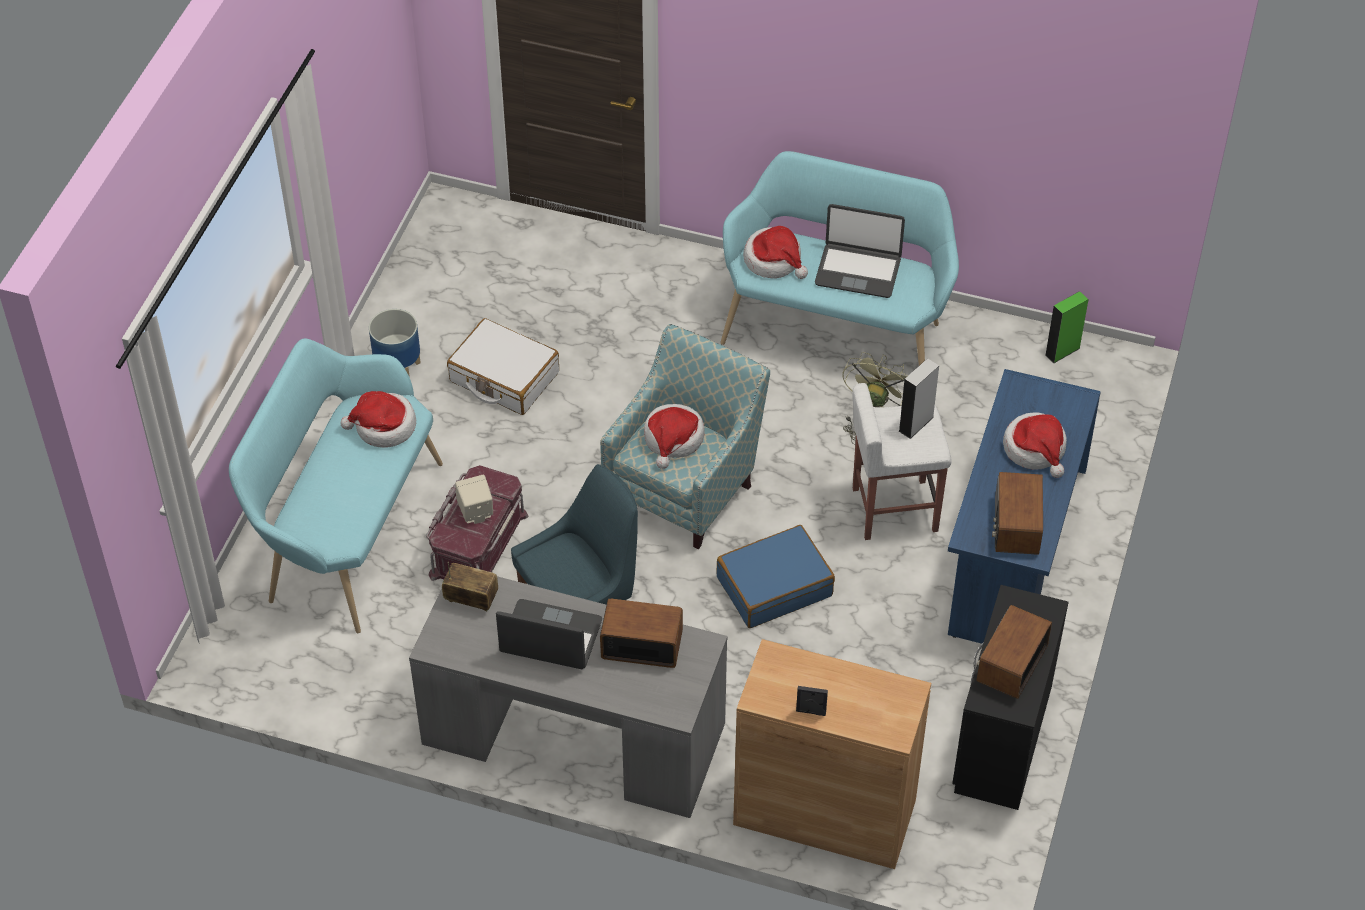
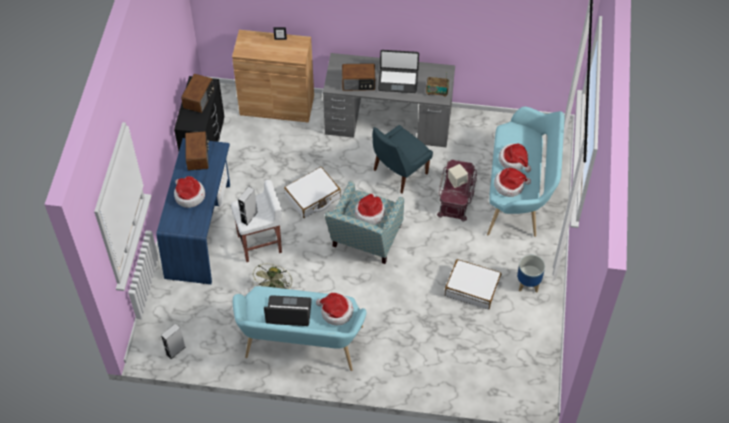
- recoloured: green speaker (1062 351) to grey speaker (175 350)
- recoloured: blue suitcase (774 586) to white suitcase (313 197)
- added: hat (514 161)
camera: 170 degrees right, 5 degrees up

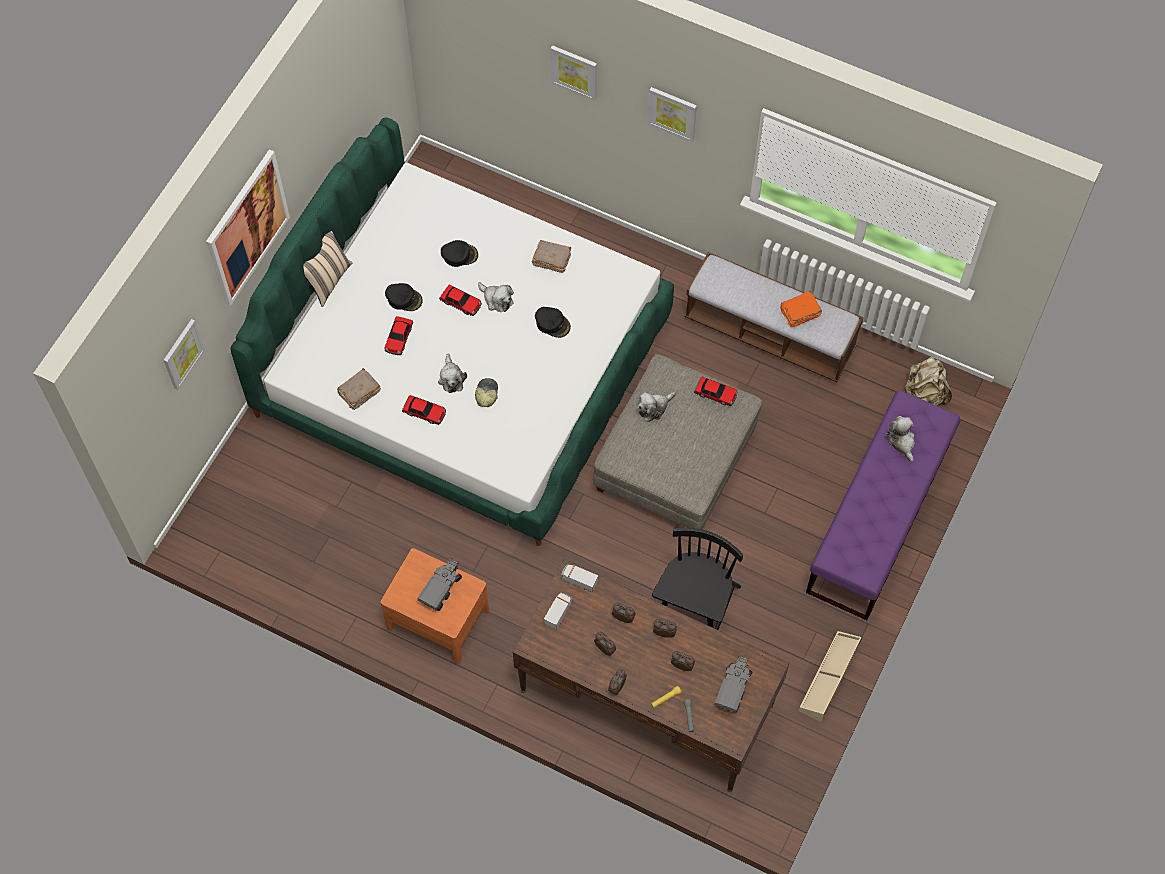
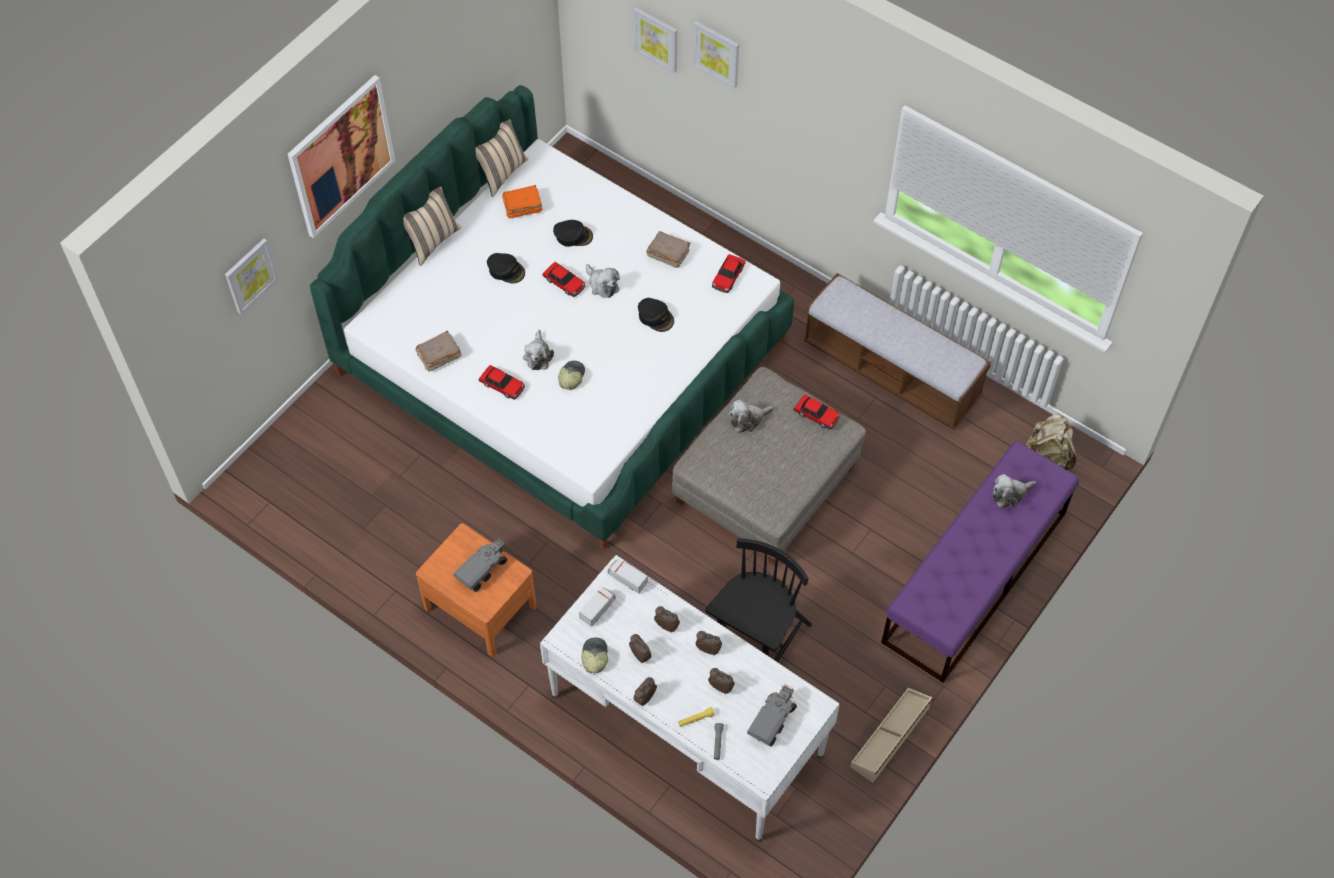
- moved: picture (672 113) to (656 39)
- moved: orange book (799 313) to (522 207)
- moved: toy car (399 338) to (728 277)
- turned: plush toy (901 441) = (1010 494) 105 degrees counterclockwise
- recoloured: brown desk (646 698) to white desk (686 726)
- added: beige pillow (501 173)
- added: cap (594 657)
camera: 10 degrees right, 5 degrees down

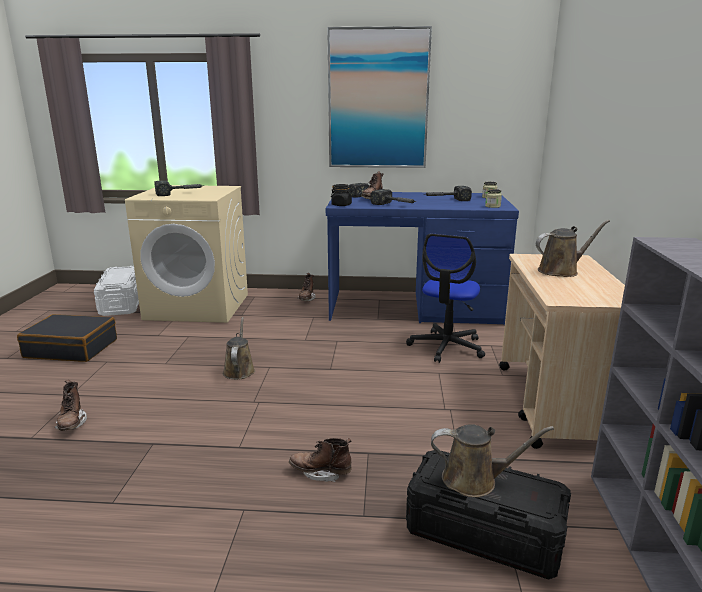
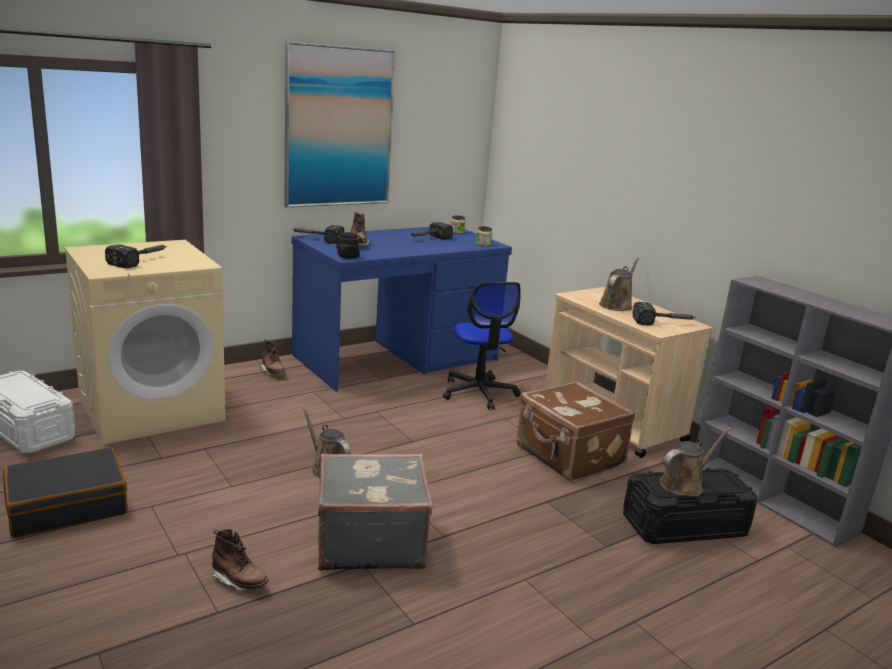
- moved: hammer (395 205) to (664 322)
- removed: brown boot (320 473)
- added: brown suitcase (568 457)
- added: grey suitcase (369 541)
camera: 40 degrees left, 0 degrees up

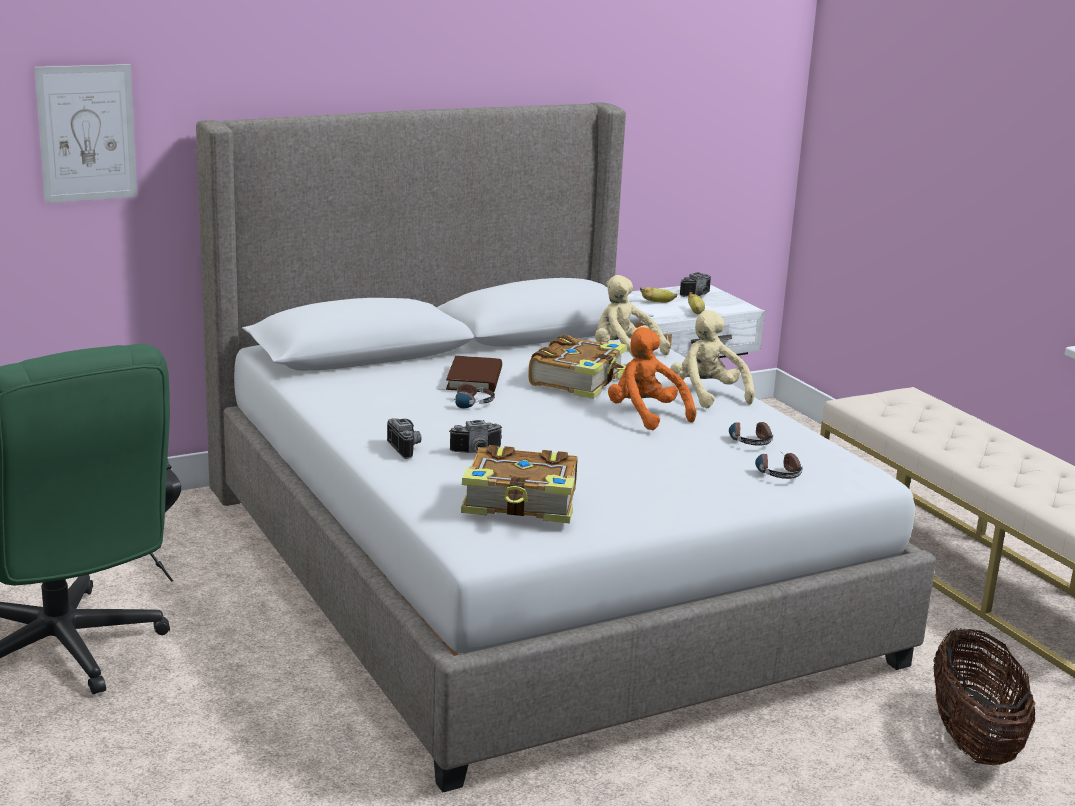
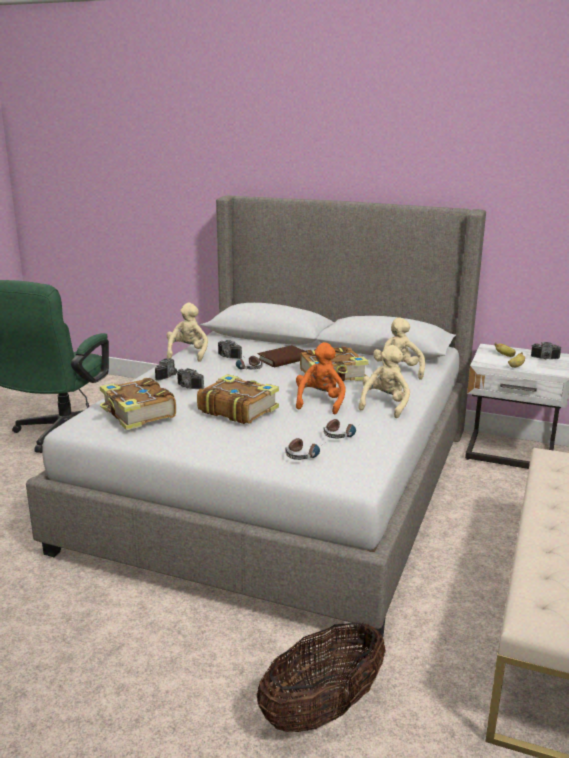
- removed: picture (87 133)
- added: beige plush toy (188 353)
- added: photo camera (227 357)
- added: book (237 409)
camera: 50 degrees right, 0 degrees up

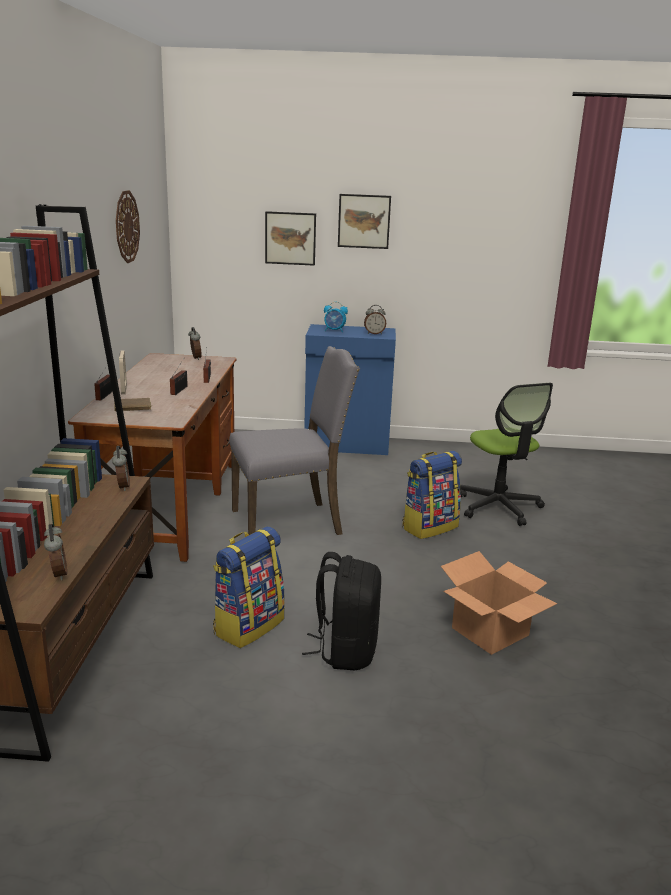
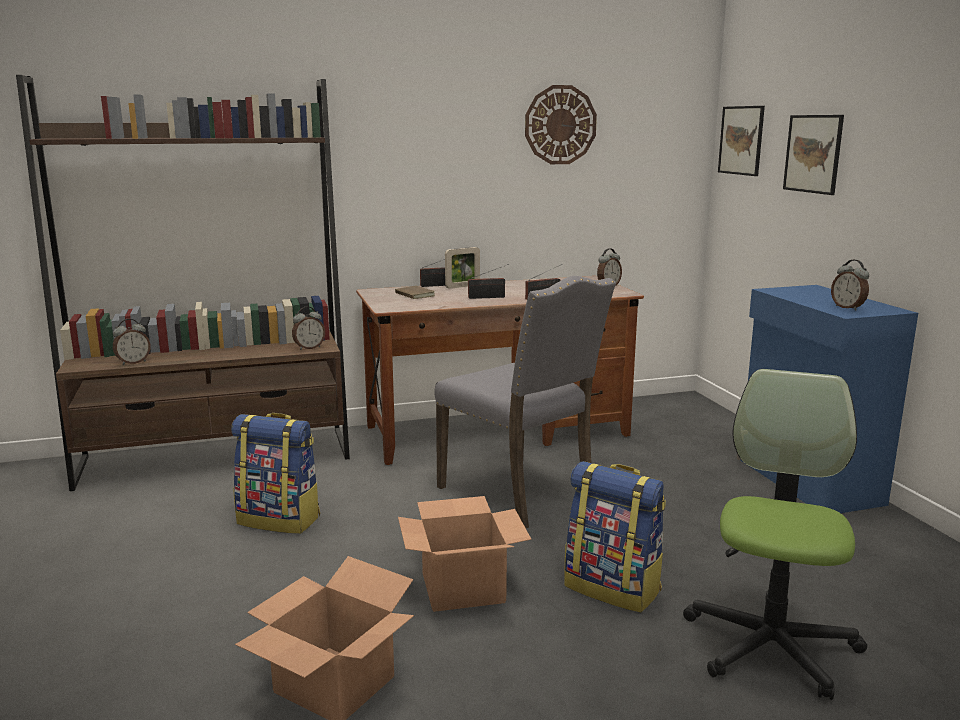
- moved: picture (364 221) to (741 140)
- removed: alarm clock (334 331)
- turned: office chair (499 507) = (771 646) 150 degrees clockwise
- removed: black backpack (345 650)
- added: cardboard box (462 588)
camera: 70 degrees right, 5 degrees down

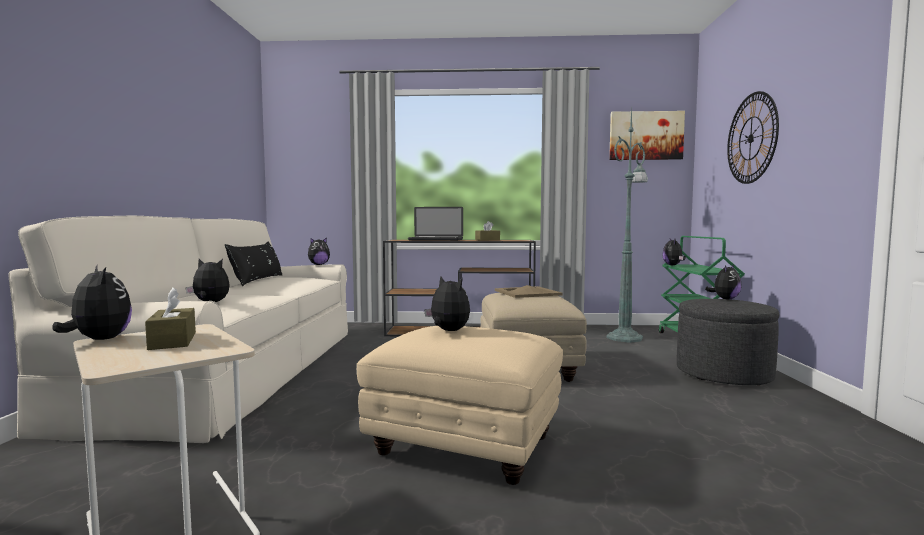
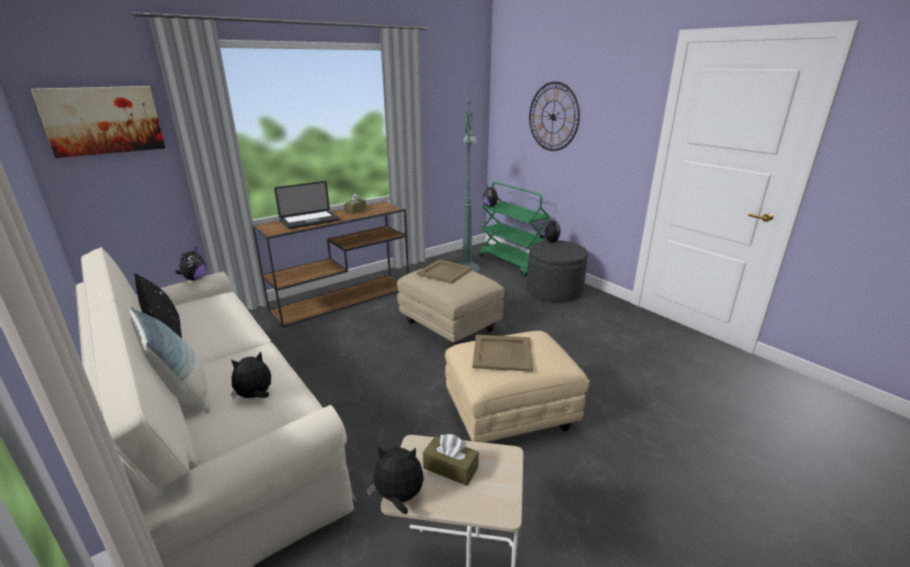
- moved: picture (645 136) to (103 120)
- replaced: plush toy (448 331) to beige tray (501 353)
- added: pillow (184 394)
camera: 40 degrees left, 20 degrees up

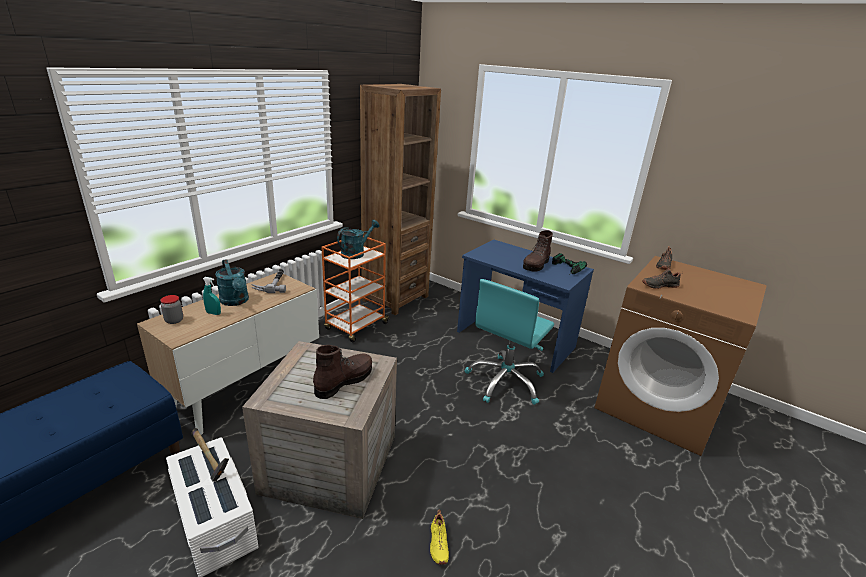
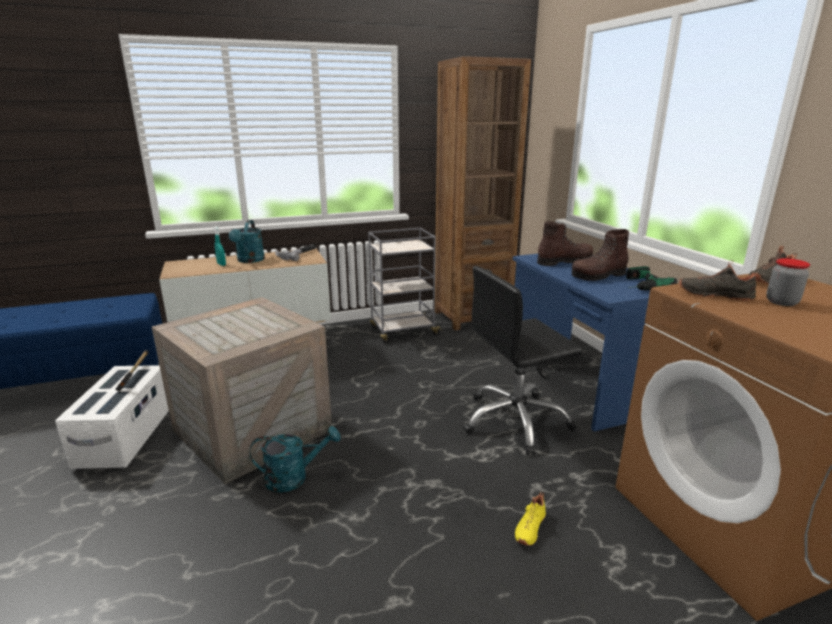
- moved: turquoise watering can (356 253) to (294 477)
- recoloured: orange cart (356 327) to grey cart (403 331)
- recoloured: turquoise office chair (505 381) to black office chair (515 421)
- moved: jar (174 320) to (781 302)
- moved: brown boot (344 381) to (564 262)
- moved: yellow shoe (437 544) to (529 528)
camera: 35 degrees right, 5 degrees down

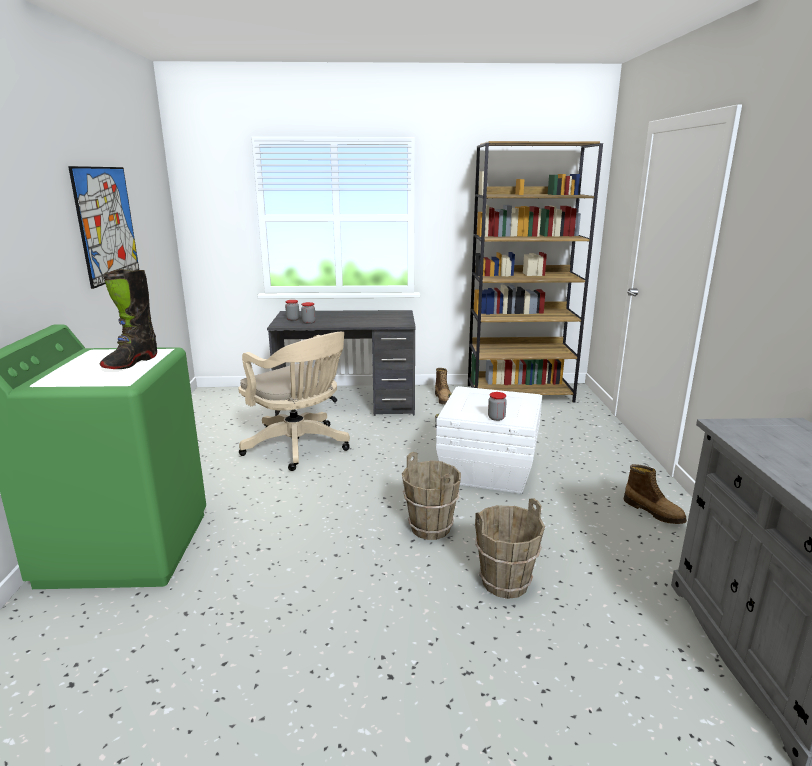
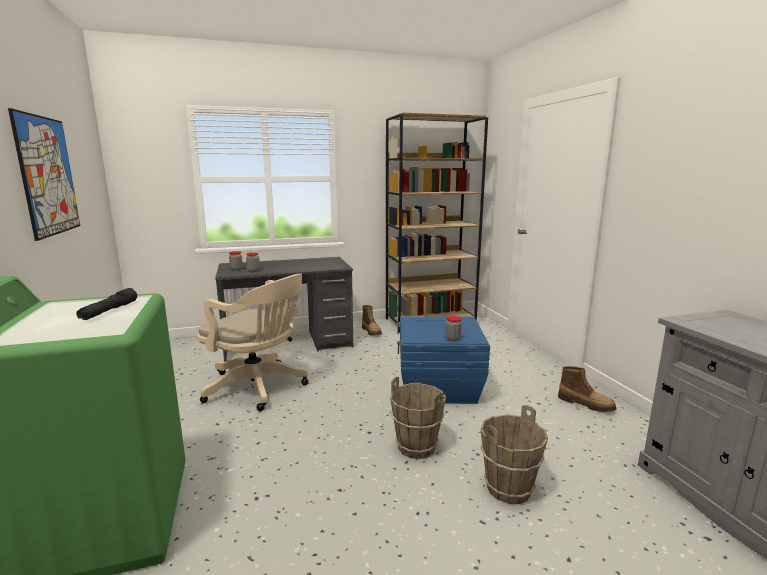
- replaced: black boot (131 363) to black flashlight (109 311)
- recoloured: white storage box (487 470) to blue storage box (438 387)
camera: 15 degrees left, 5 degrees down

